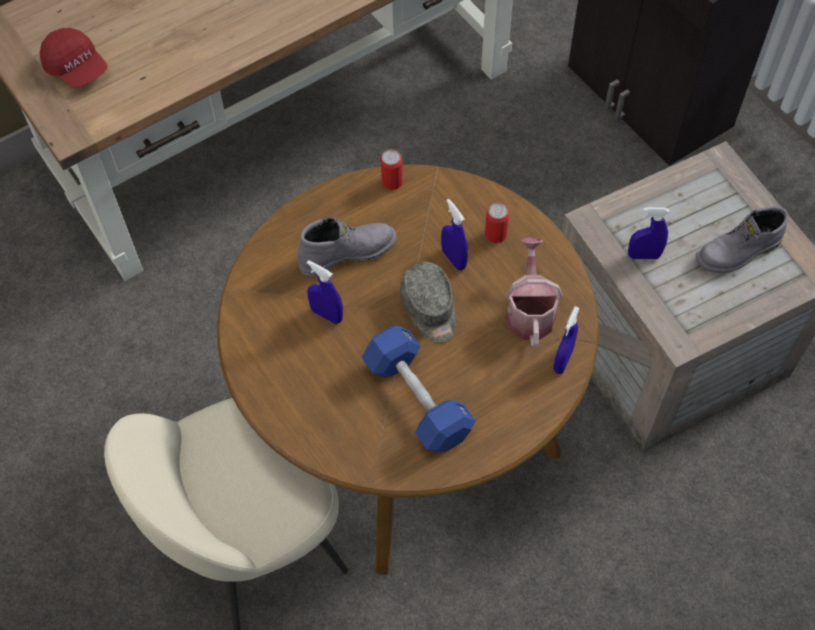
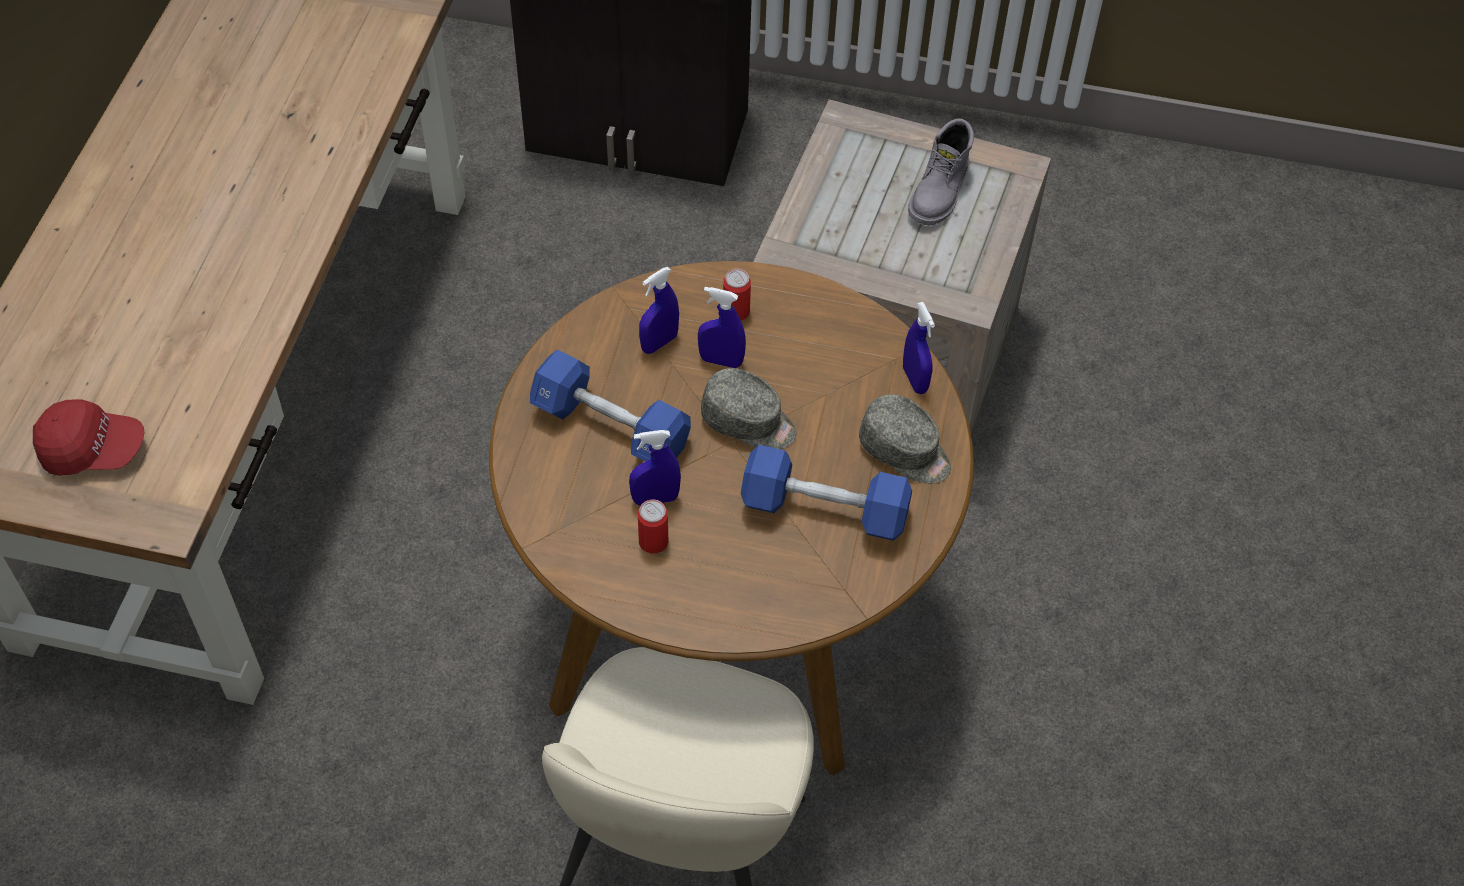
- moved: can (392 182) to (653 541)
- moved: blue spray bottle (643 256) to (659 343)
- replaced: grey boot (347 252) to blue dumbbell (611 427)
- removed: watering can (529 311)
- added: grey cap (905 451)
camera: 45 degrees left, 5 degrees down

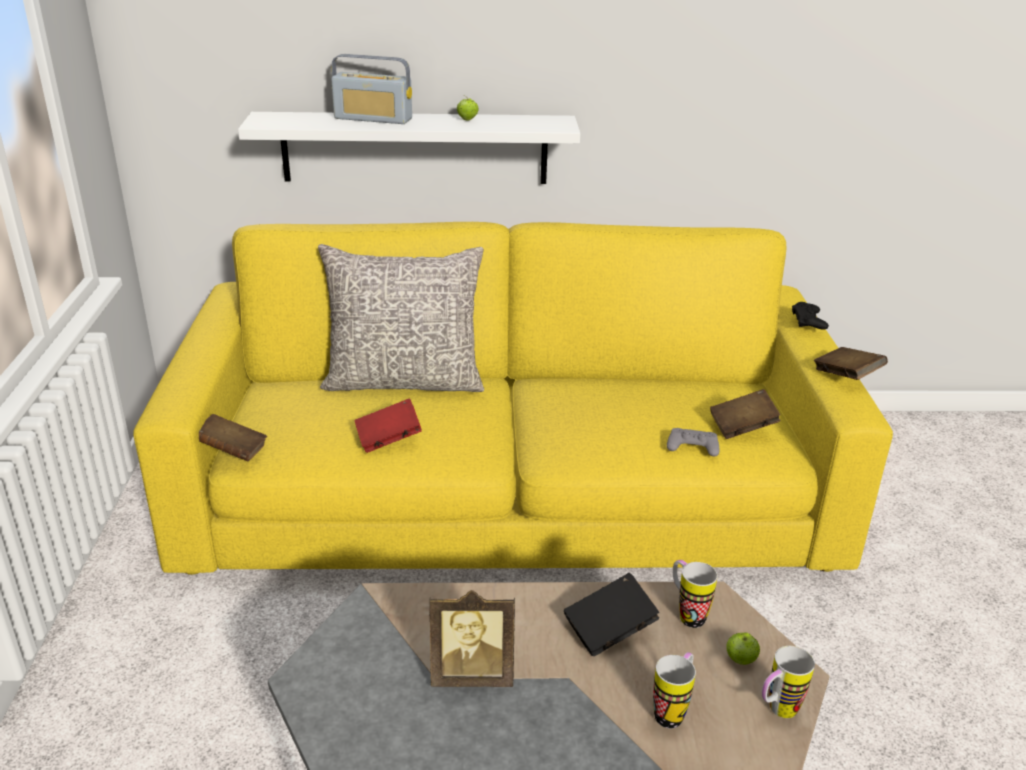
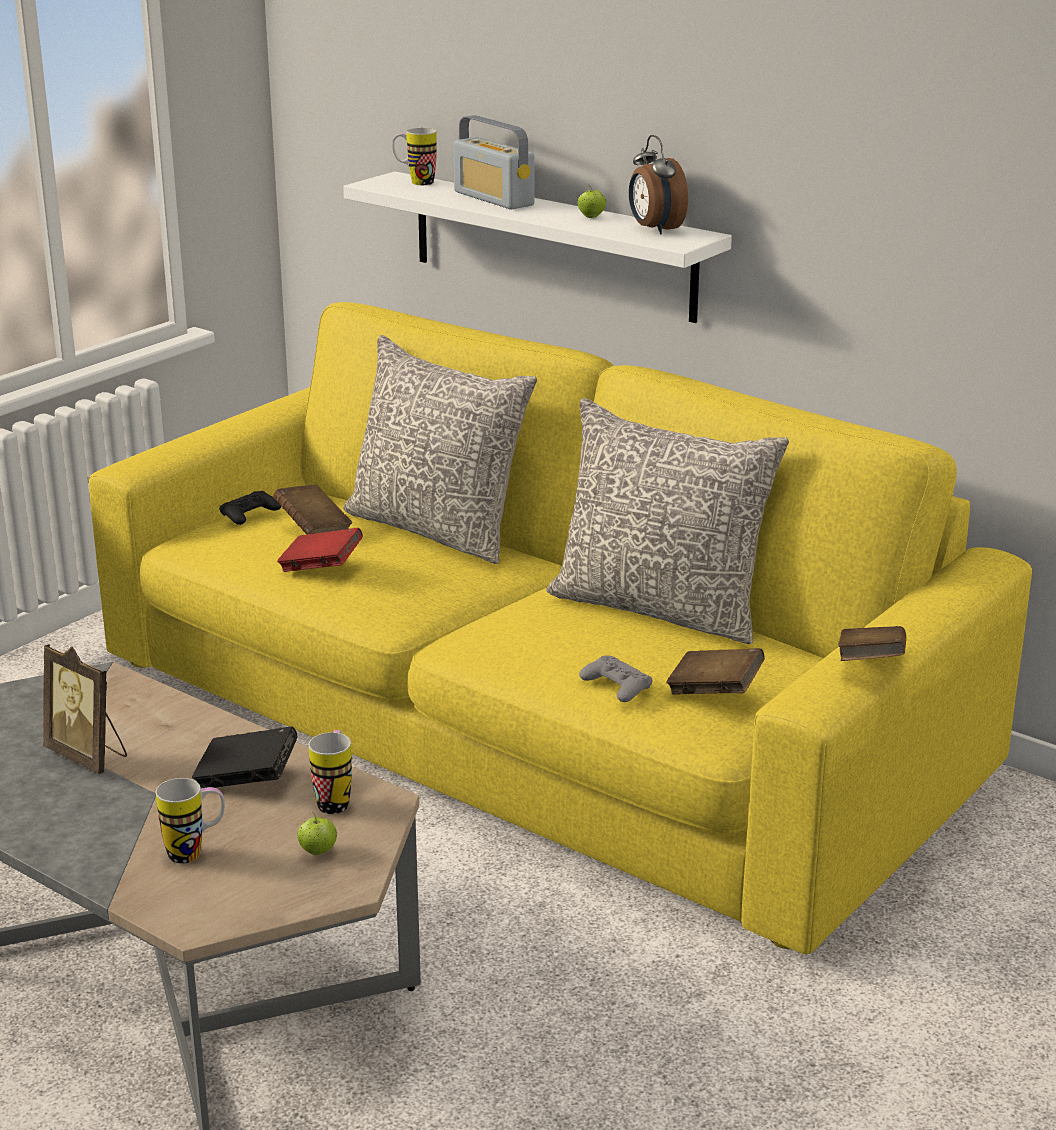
- moved: black game controller (808 320) to (249 514)
- moved: brown book (232 452) to (313 529)
- moved: mug (776 711) to (415 182)
- added: alarm clock (654 229)
- added: grey pillow (660 608)
camera: 40 degrees right, 5 degrees down

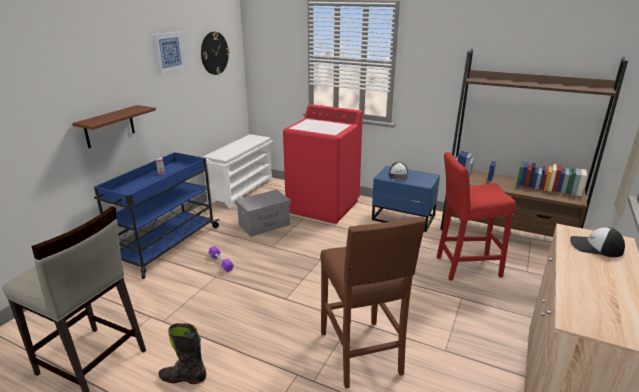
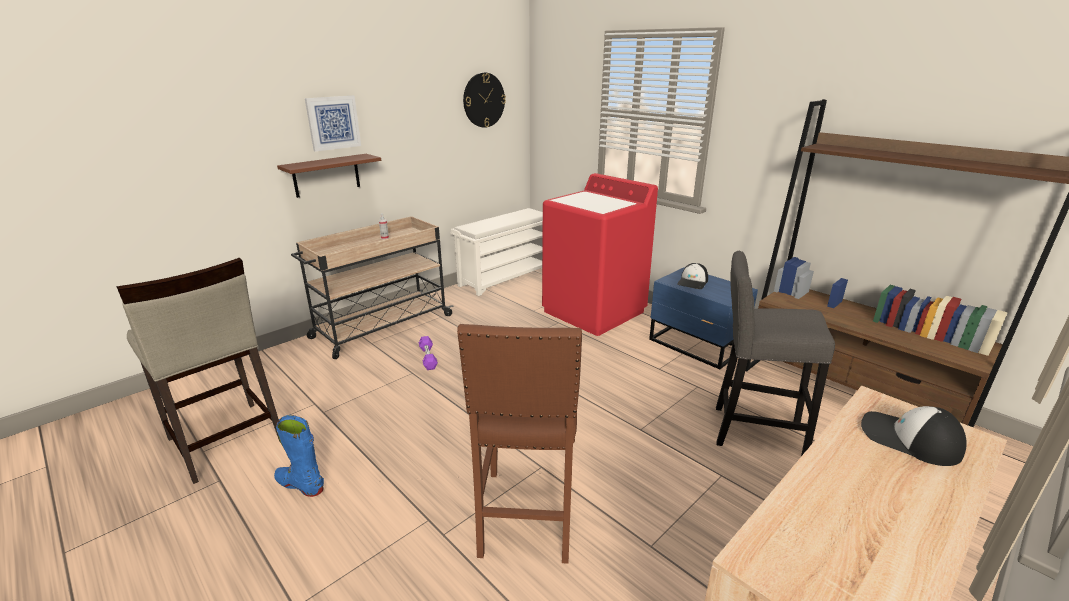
- moved: picture (168 52) to (333 123)
- recoloured: blue cart (165 246) to beige cart (381 327)
- recoloured: red stool (464 267) to grey stool (752 431)
- removed: grey storage box (264 224)
- recoloured: black boot (183 378) to blue boot (300 485)
camera: 20 degrees right, 0 degrees up

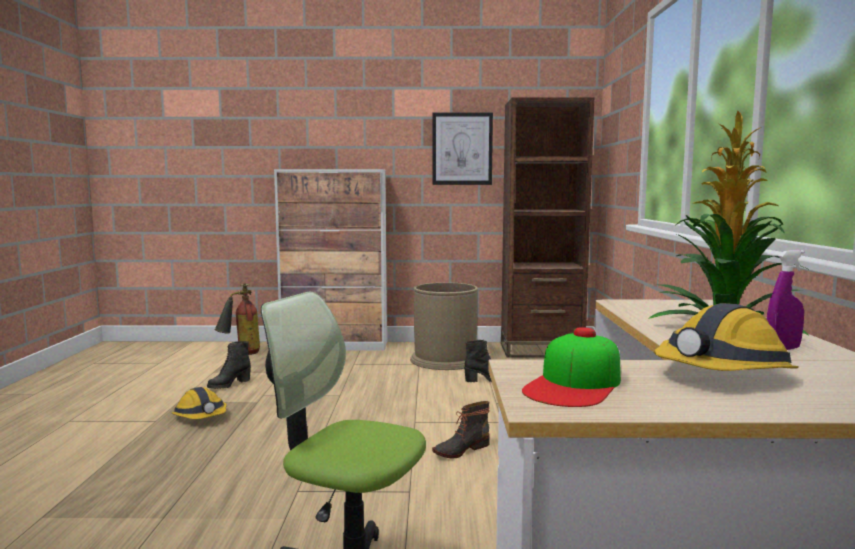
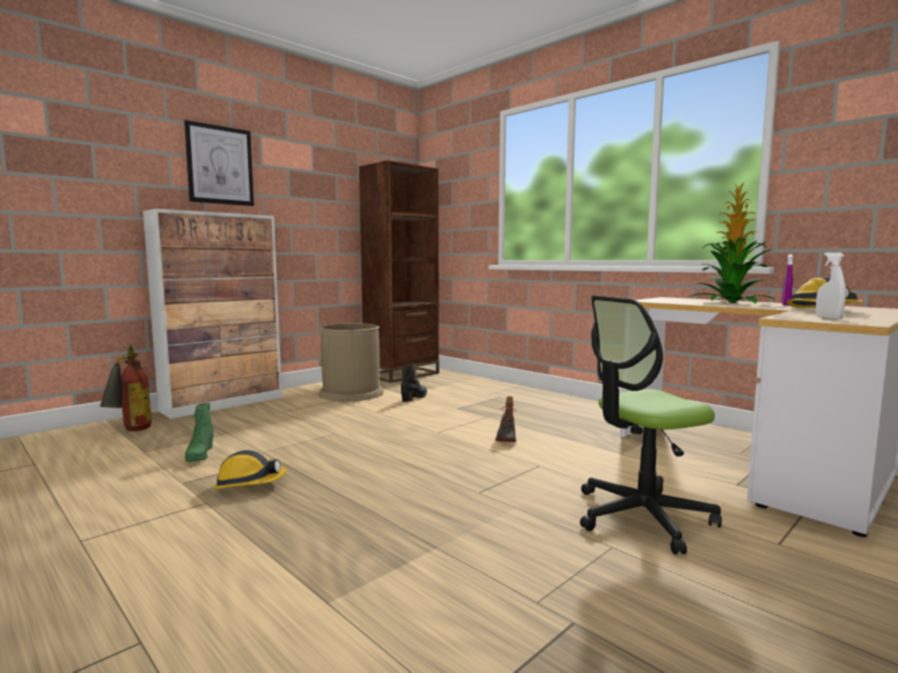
- moved: picture (462 149) to (220 165)
- replaced: cap (574 384) to white spray bottle (828 318)
- recoloured: black boot (229 385) to green boot (200 455)
camera: 45 degrees left, 0 degrees up

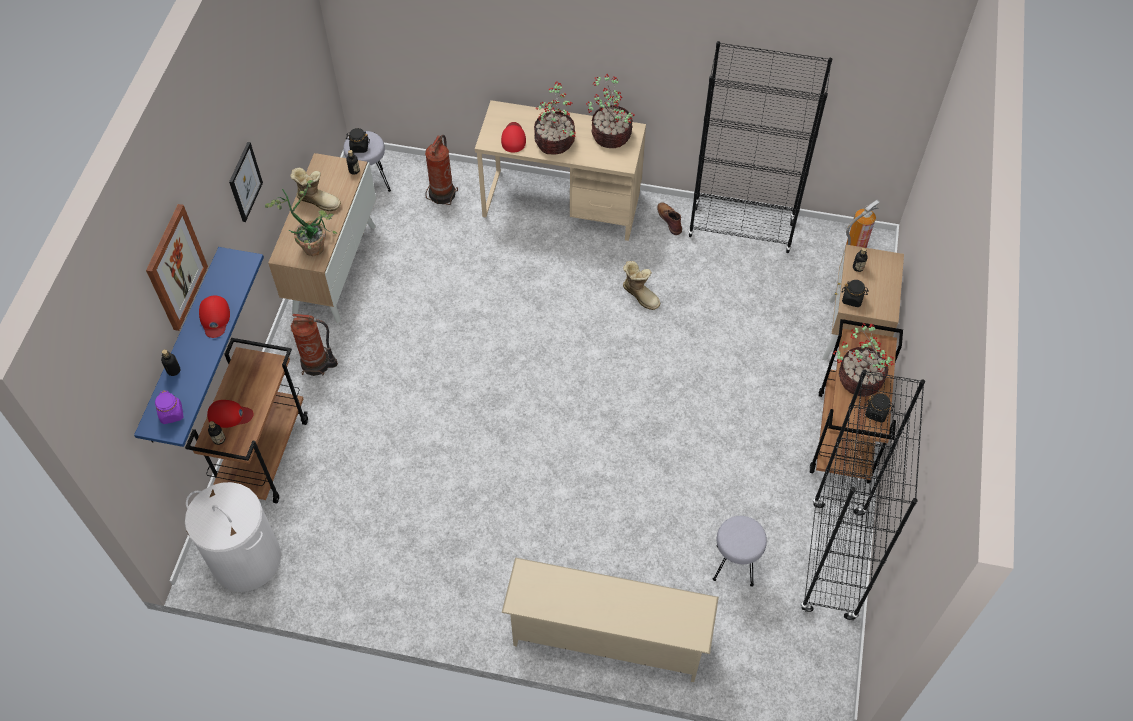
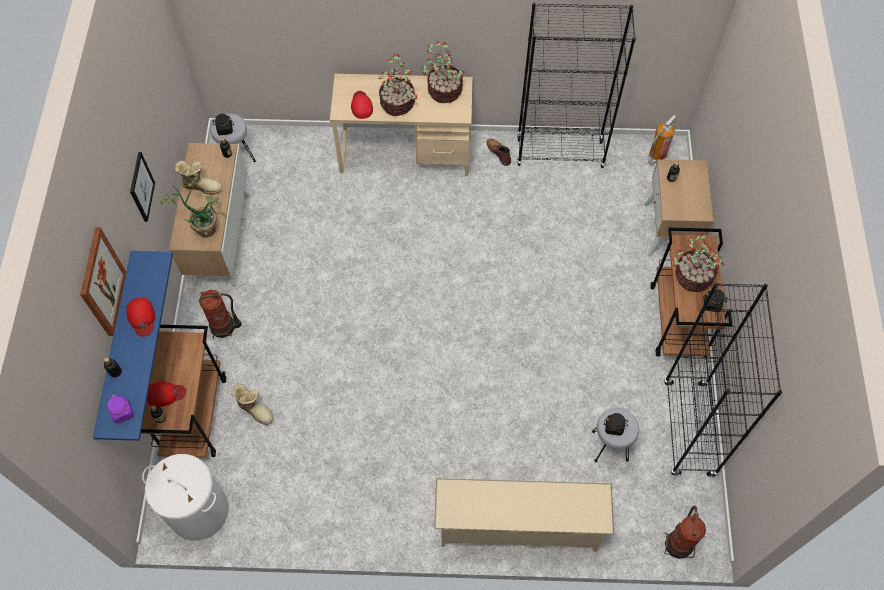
- moved: fire extinguisher (443 193) to (679 543)
- moved: boot (641 294) to (255 409)
- moved: black jar (852 299) to (614 427)
camera: 10 degrees left, 5 degrees up

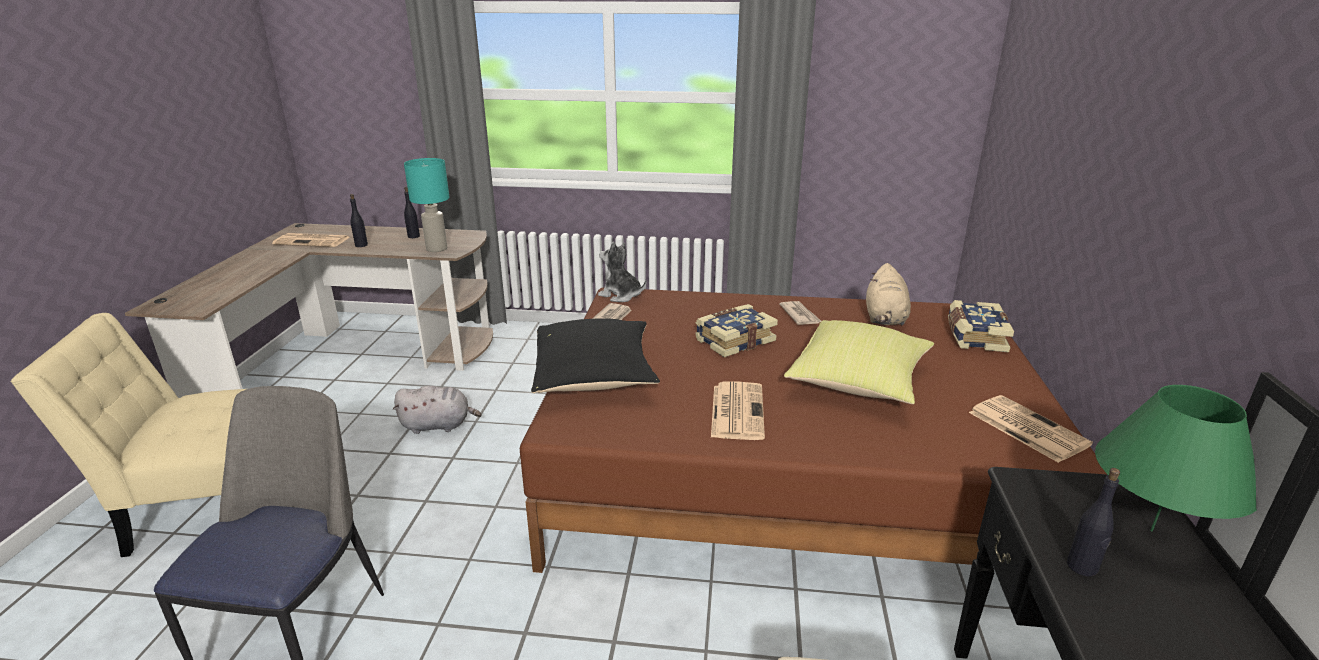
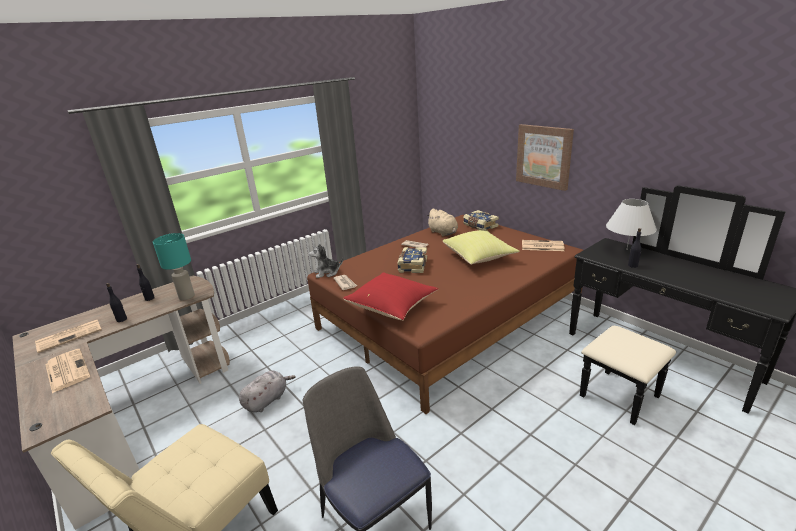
- recoloured: black pillow (595 378) to red pillow (393 307)
- moved: newspaper (736 410) to (66 370)
- recoloured: green table lamp (1151 531) to white table lamp (626 250)
- added: picture (544 156)
camera: 45 degrees left, 0 degrees up

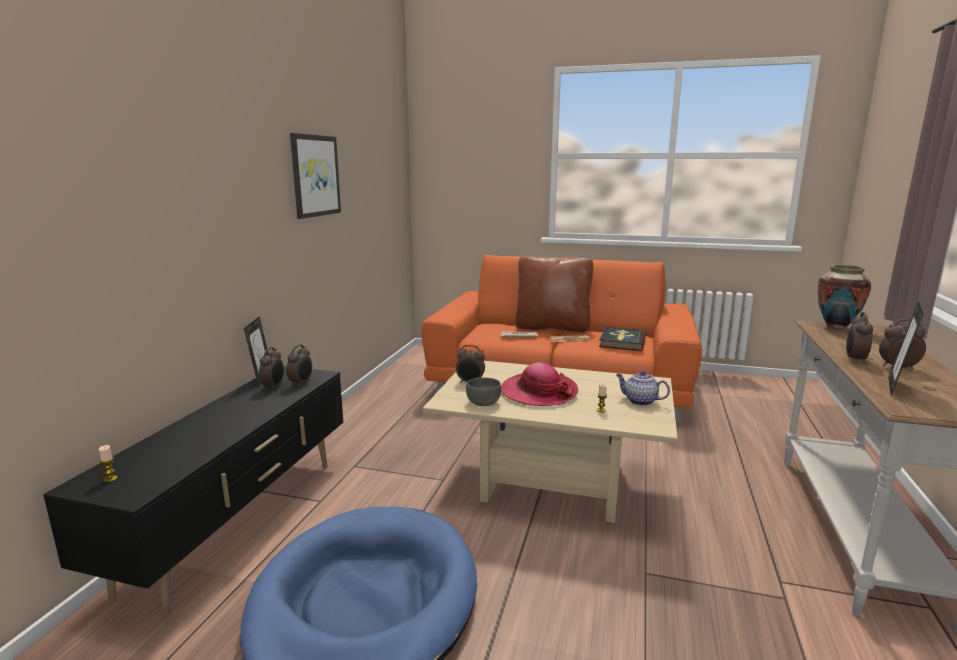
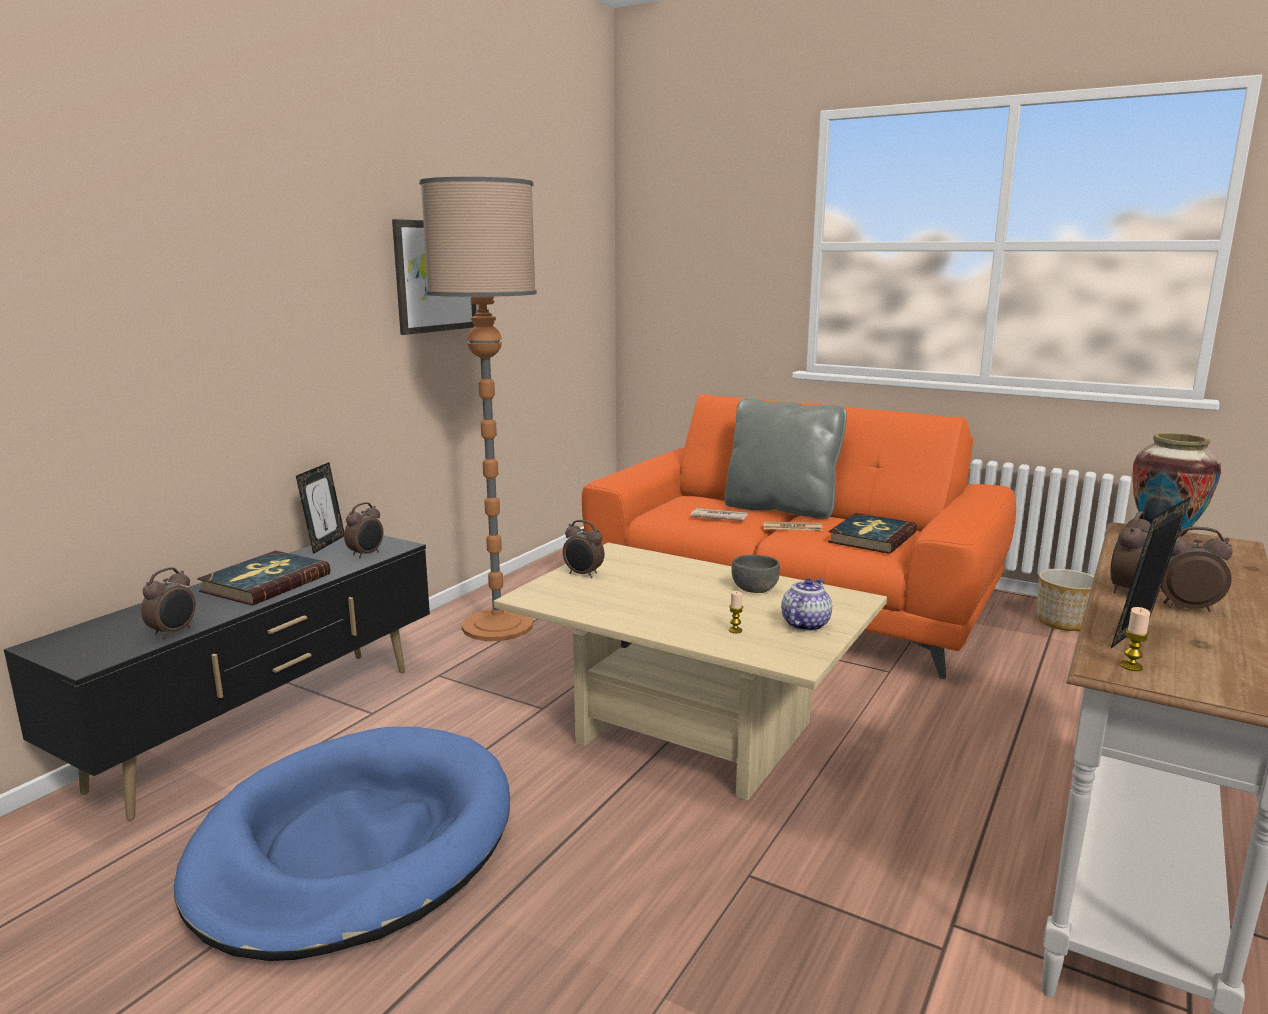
- recoloured: brown pillow (552 327) to grey pillow (781 508)
- moved: alarm clock (274 386) to (174 632)
- removed: hat (538 392)
- turned: teapot (639 401) = (805 624) 75 degrees clockwise
- moved: grey bowl (483 403) to (754 589)
- moved: candle (110 479) to (1131 666)
- added: floor lamp (497 626)
- added: book (265 583)
- added: planter (1063 622)
camera: 15 degrees right, 0 degrees up

